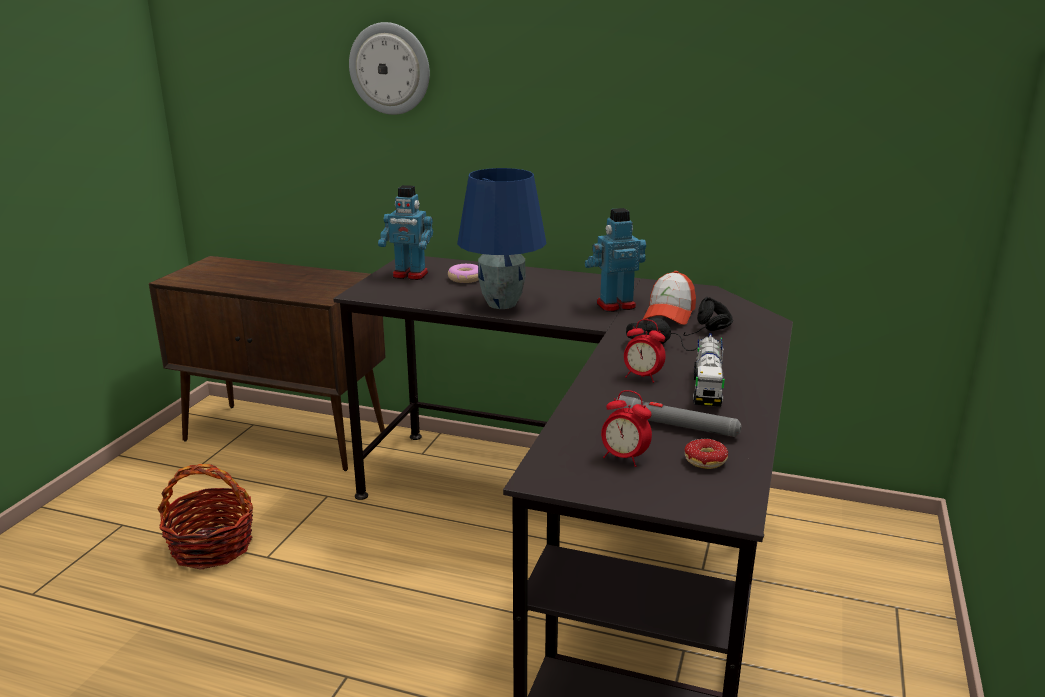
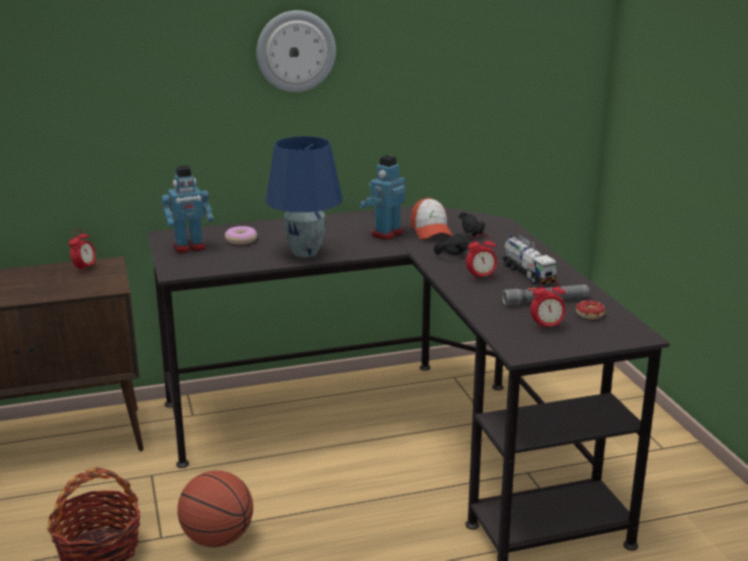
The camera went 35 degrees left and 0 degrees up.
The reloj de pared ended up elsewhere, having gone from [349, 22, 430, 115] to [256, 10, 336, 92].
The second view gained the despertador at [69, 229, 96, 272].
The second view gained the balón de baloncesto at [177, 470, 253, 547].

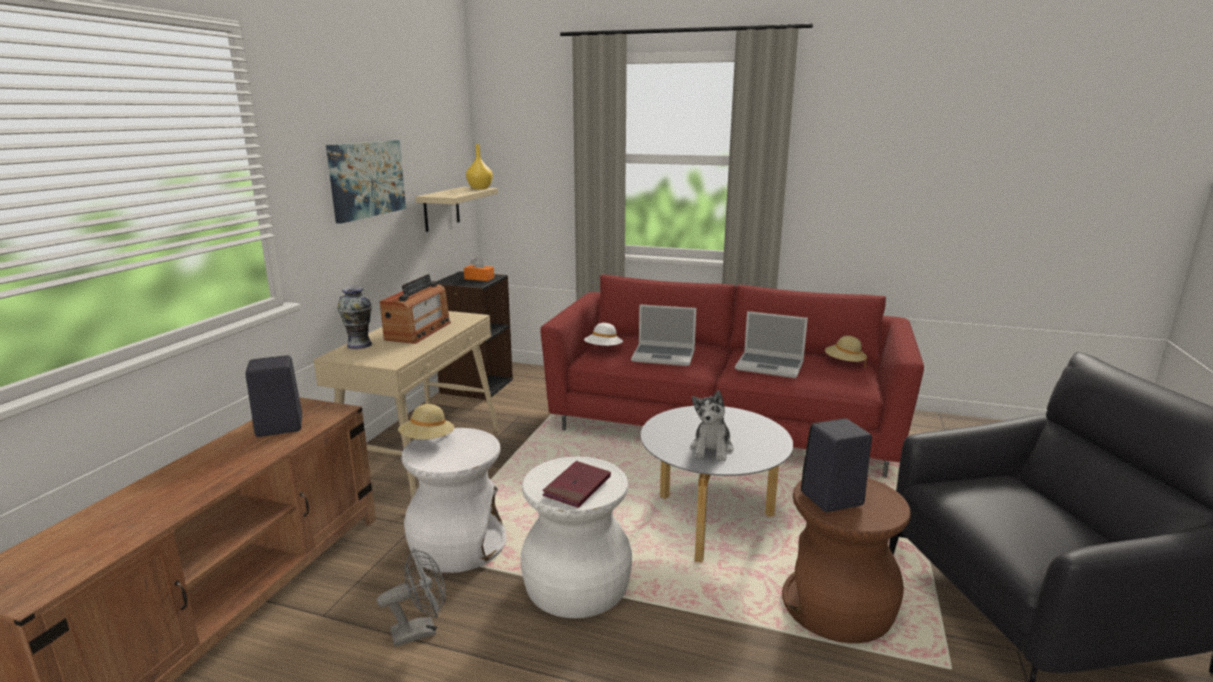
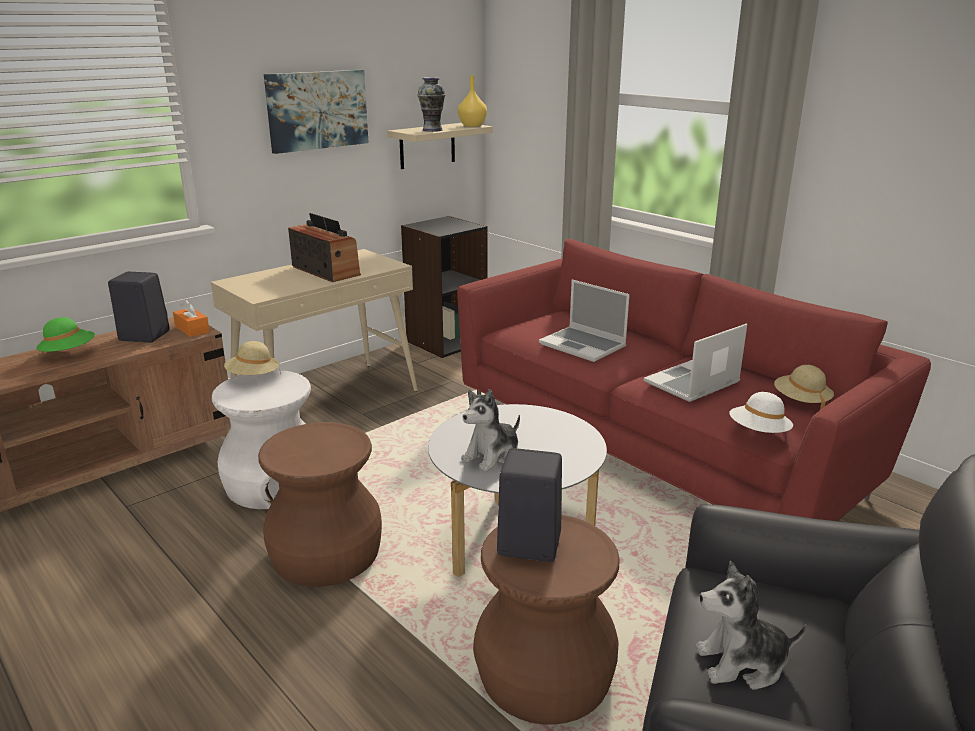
The camera went 30 degrees right and 5 degrees up.
The florero ended up elsewhere, having gone from [337, 287, 372, 349] to [418, 77, 445, 132].
The second view lost the ventilador/gris at [377, 548, 446, 647].
The radio at [380, 274, 451, 344] ended up facing another way, 90 degrees counterclockwise from before.
The caja de pañuelos/naranja ended up elsewhere, having gone from [464, 256, 494, 281] to [173, 299, 210, 337].
What was the taburete/blanco at [521, 457, 632, 618] turned into the taburete/marrón at [258, 422, 382, 587].
The second view lost the libro/rojo at [542, 461, 611, 508].
The sombrero/blanco ended up elsewhere, having gone from [584, 323, 623, 346] to [729, 392, 793, 433].
The portátil at [735, 311, 808, 378] ended up facing another way, 90 degrees clockwise from before.
The second view gained the sombrero/verde at [36, 317, 95, 353].
The second view gained the peluche at [696, 561, 807, 690].

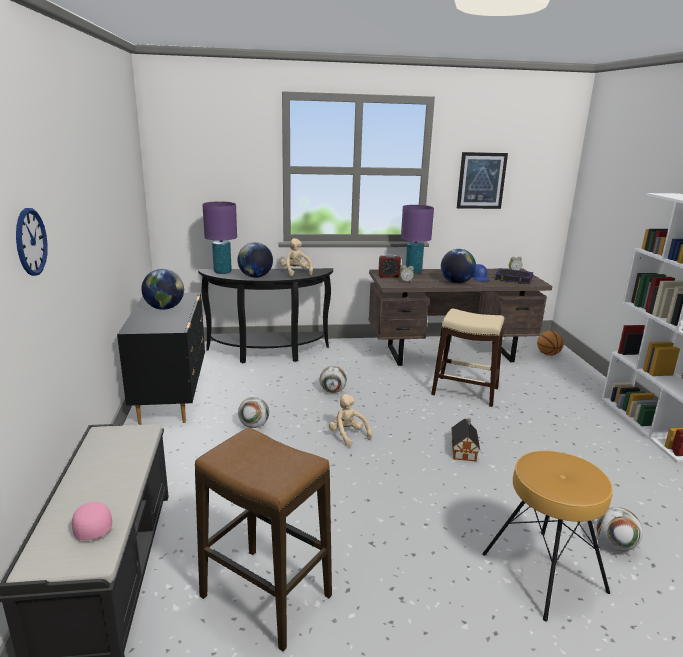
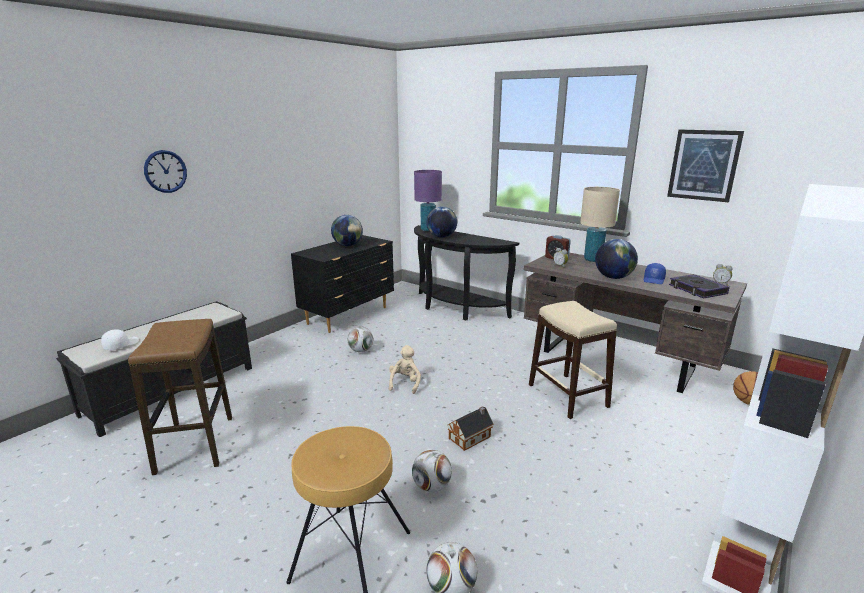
The camera went 45 degrees right and 0 degrees up.
What was the gorra/rosa at [72, 502, 112, 540] turned into the gorra/blanco at [101, 329, 139, 350].
The second view lost the peluche/beis at [280, 238, 313, 276].
The balón de fútbol ended up elsewhere, having gone from [320, 366, 347, 393] to [412, 450, 452, 492].
What was the lámpara de mesa/morado at [401, 205, 434, 274] turned into the lámpara de mesa/beis at [580, 187, 620, 262].

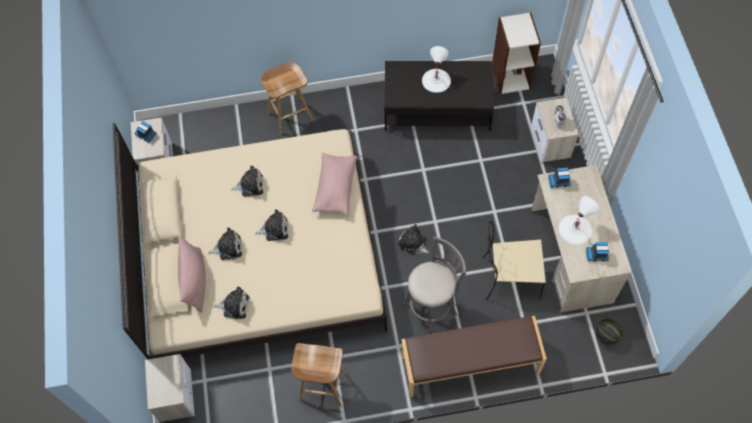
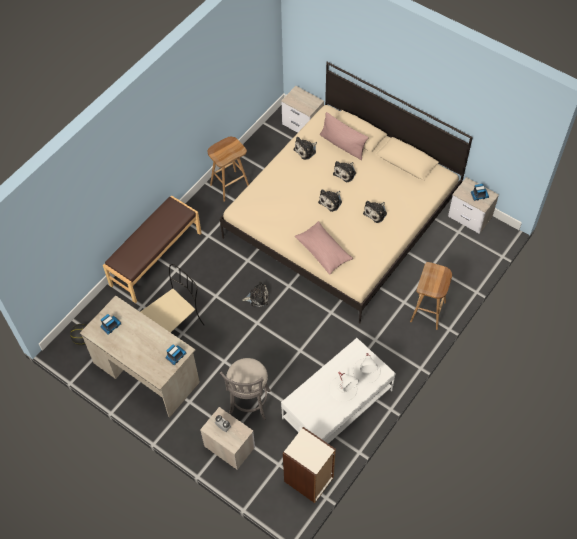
The camera went 135 degrees right and 5 degrees down.
What was the mesa de centro/negro at [384, 61, 494, 131] turned into the mesa de centro/blanco at [281, 338, 396, 444].
The taburete/gris ended up elsewhere, having gone from [403, 237, 466, 334] to [220, 358, 271, 420].
The lámpara de mesa/blanco ended up elsewhere, having gone from [559, 196, 599, 245] to [353, 353, 381, 384].

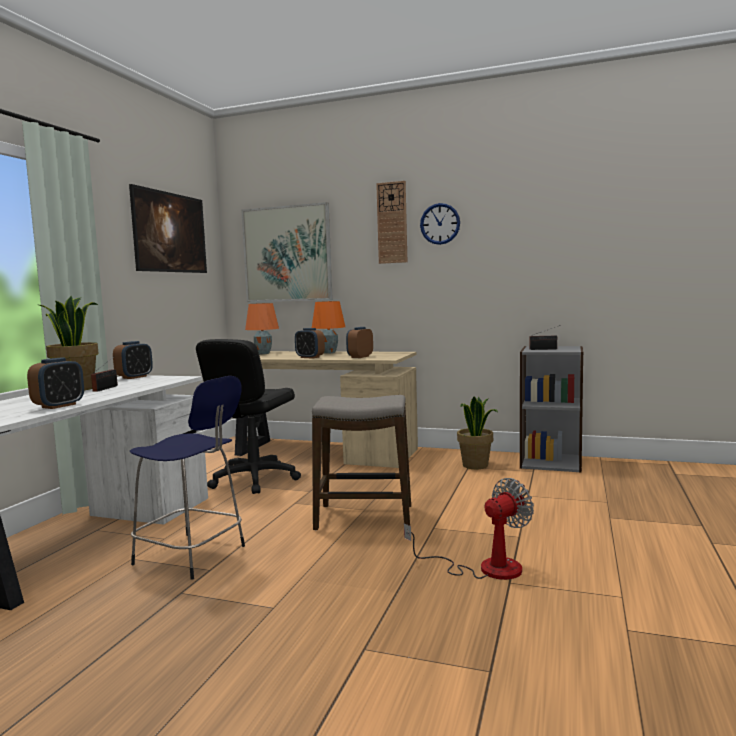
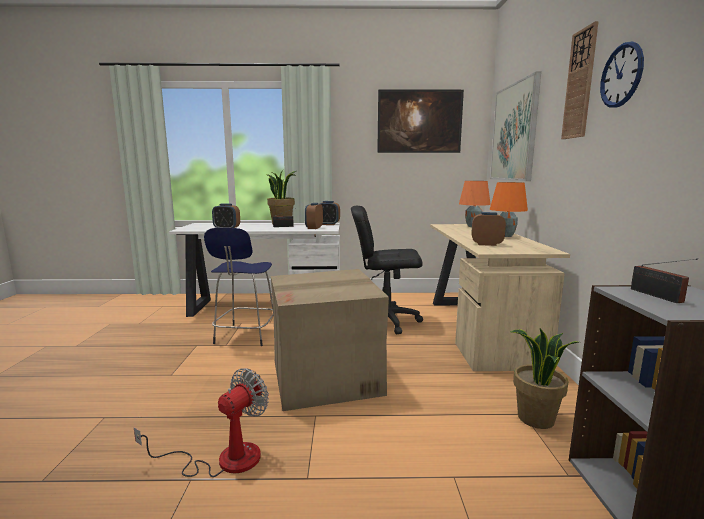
The camera went 70 degrees right and 5 degrees up.
The despertador ended up elsewhere, having gone from [295, 328, 325, 359] to [305, 203, 323, 229].
Where the taburete stood at [312, 395, 411, 531], the caja de cartón came to stand at [271, 269, 389, 411].
The ventilador at [404, 478, 534, 580] ended up facing another way, 90 degrees counterclockwise from before.

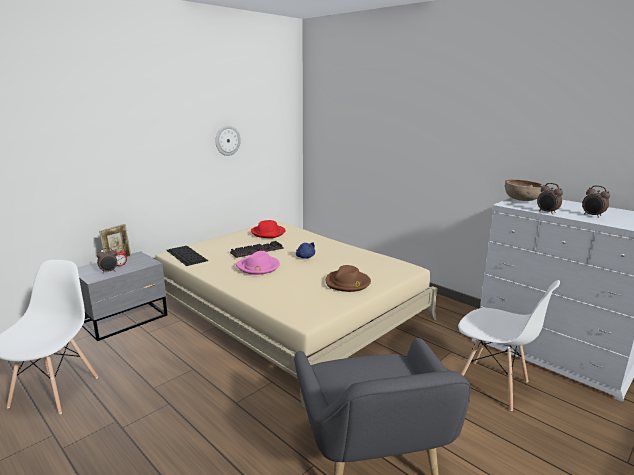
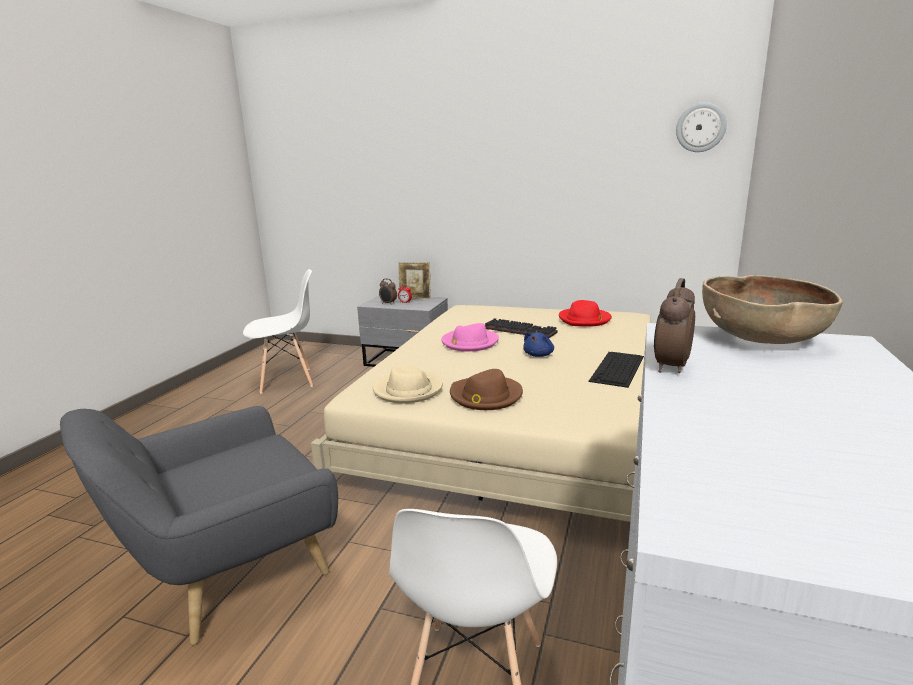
The camera went 65 degrees right and 0 degrees up.
The teclado ended up elsewhere, having gone from [167, 246, 208, 266] to [589, 352, 644, 388].
The reloj de pared ended up elsewhere, having gone from [215, 125, 241, 156] to [676, 102, 727, 152].
The second view lost the despertador at [582, 185, 610, 218].
The second view gained the sombrero/beis at [373, 365, 443, 404].

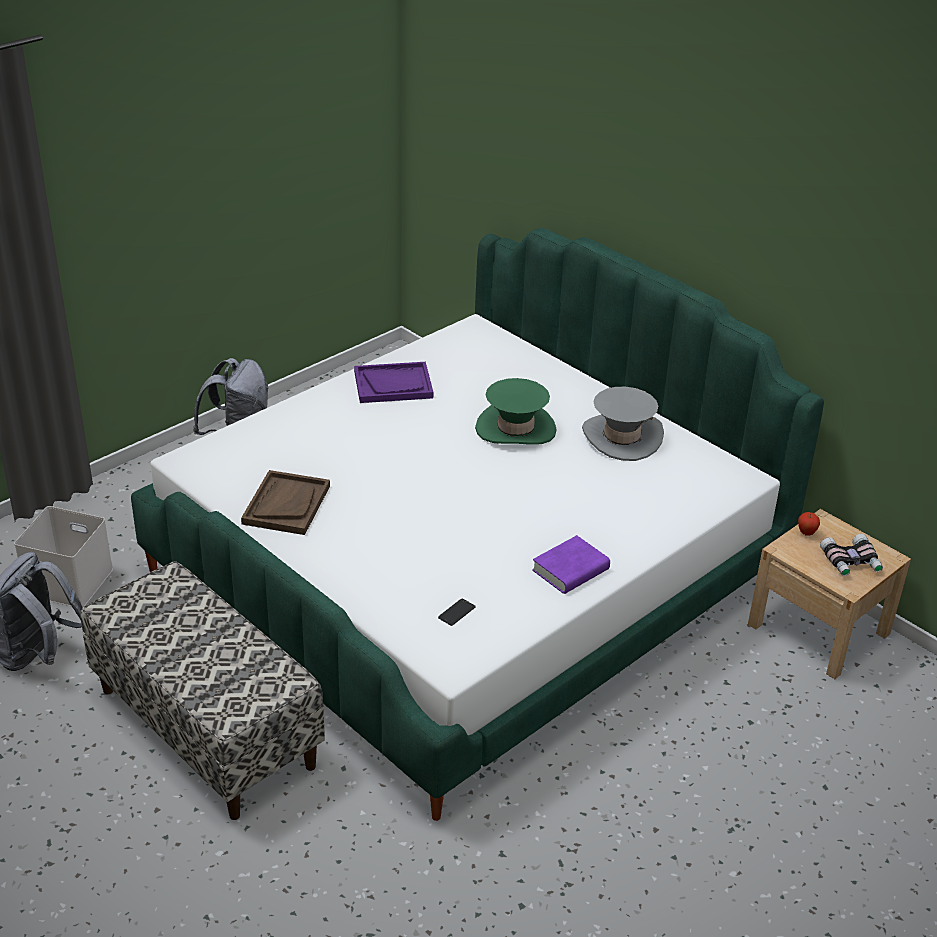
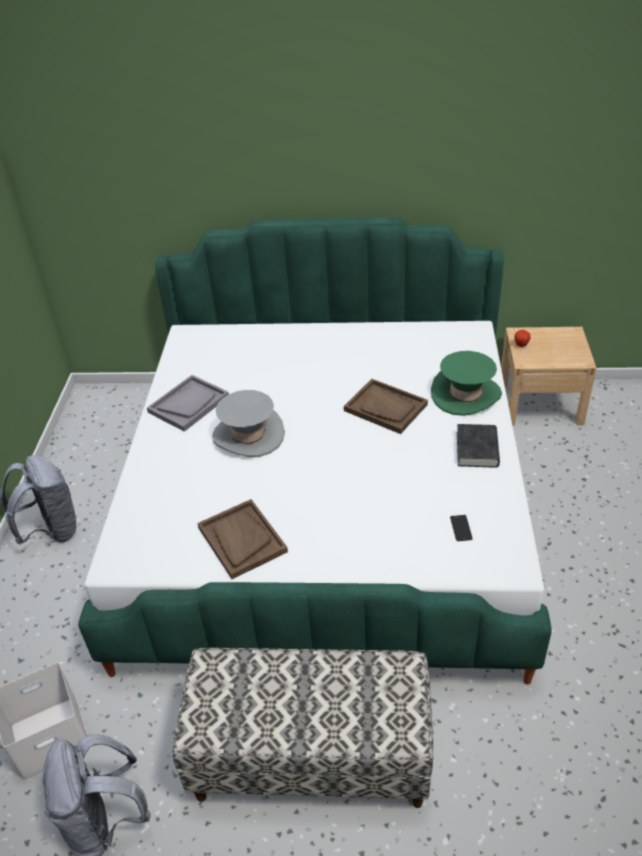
The camera went 40 degrees left and 5 degrees up.
What was the bandeja/morado at [354, 362, 433, 403] turned into the bandeja/gris at [147, 375, 229, 432].
The sombrero/verde ended up elsewhere, having gone from [475, 378, 556, 445] to [431, 351, 502, 416].
What was the libro/morado at [532, 535, 610, 594] turned into the libro/negro at [457, 424, 500, 468].
The sombrero/gris ended up elsewhere, having gone from [582, 387, 664, 461] to [212, 390, 285, 457].
The second view lost the prismáticos at [820, 534, 883, 576].
The second view gained the bandeja/marrón at [344, 379, 428, 434].

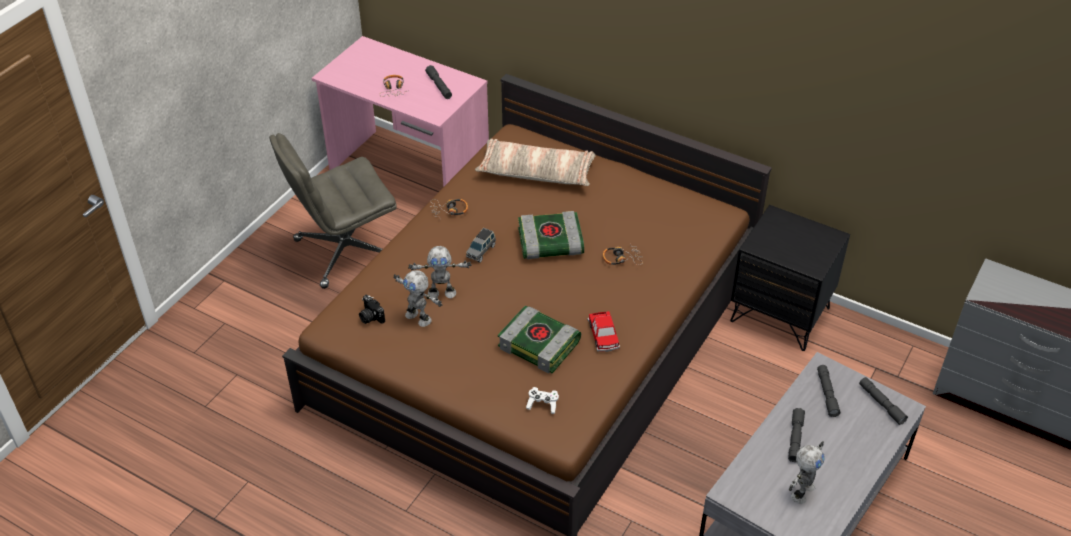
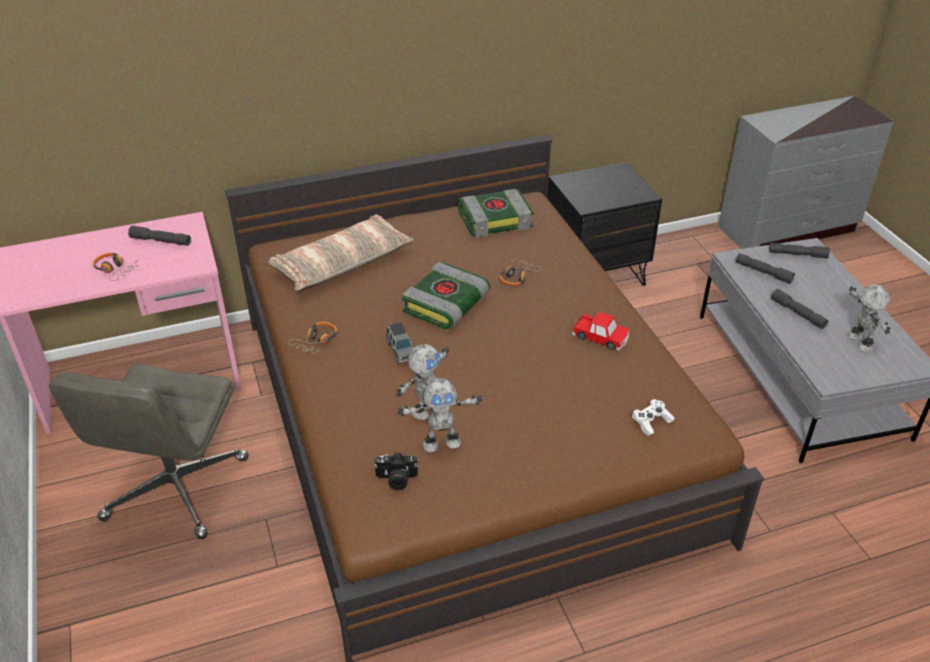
The camera went 50 degrees left and 5 degrees down.
The libro ended up elsewhere, having gone from [498, 306, 581, 374] to [458, 189, 534, 237].

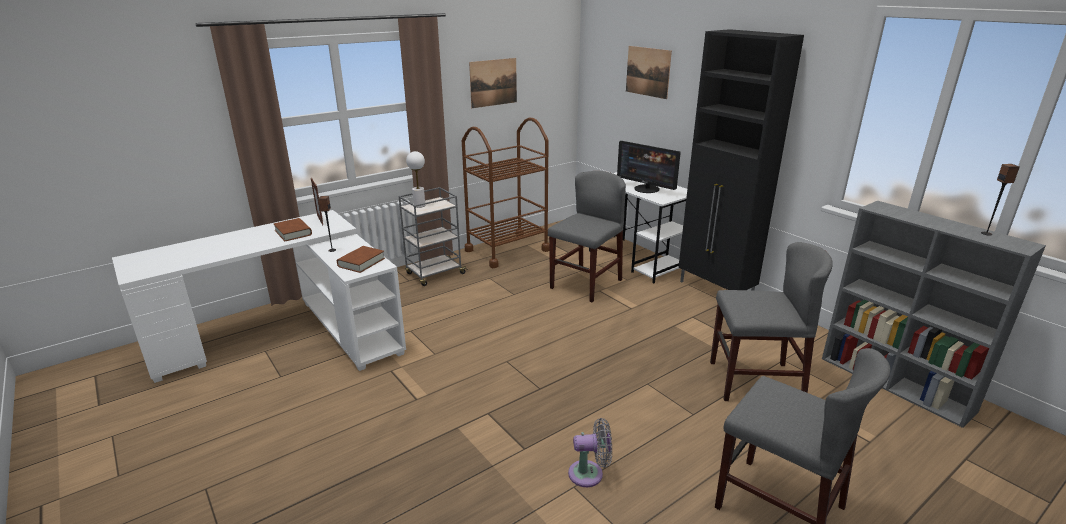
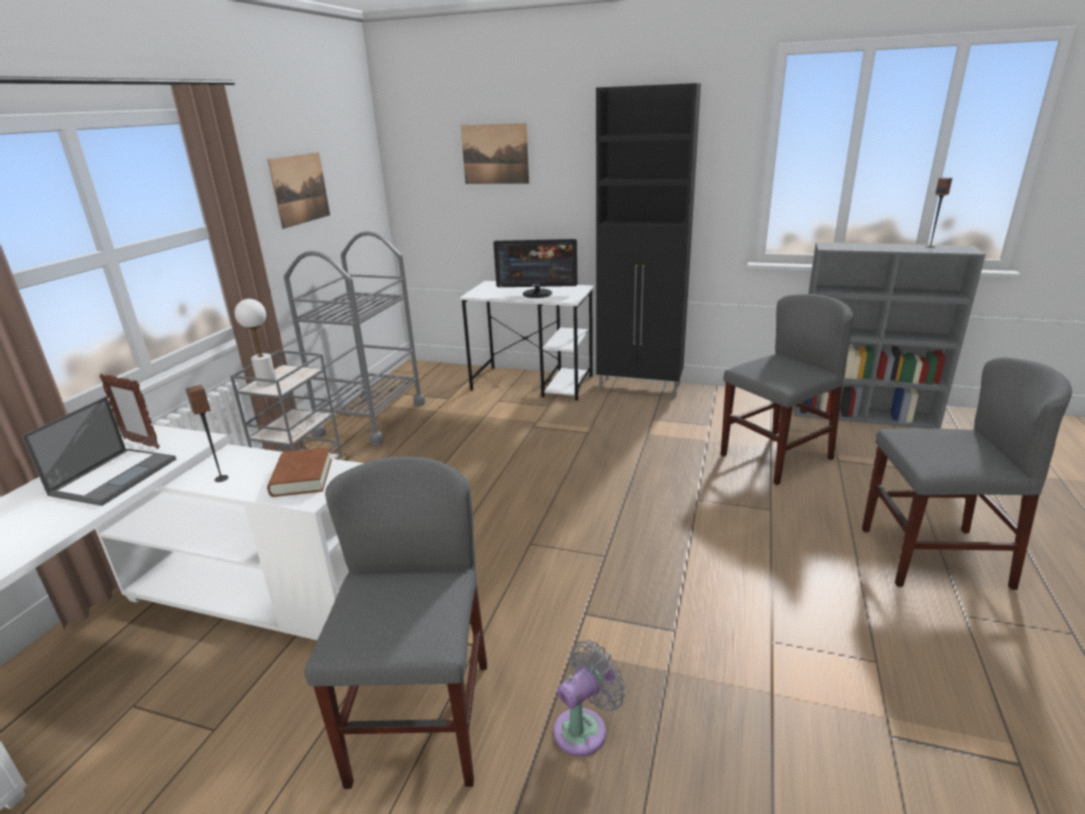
The camera went 35 degrees left and 0 degrees up.
Where the libro/marrón stood at [273, 218, 312, 241], the portátil came to stand at [22, 396, 176, 506].
What was the carrito/marrón at [462, 118, 549, 268] turned into the carrito/gris at [284, 231, 425, 446].
The silla/gris ended up elsewhere, having gone from [548, 171, 626, 302] to [305, 456, 487, 789].
The ventilador/gris ended up elsewhere, having gone from [568, 418, 612, 487] to [554, 640, 626, 756].

